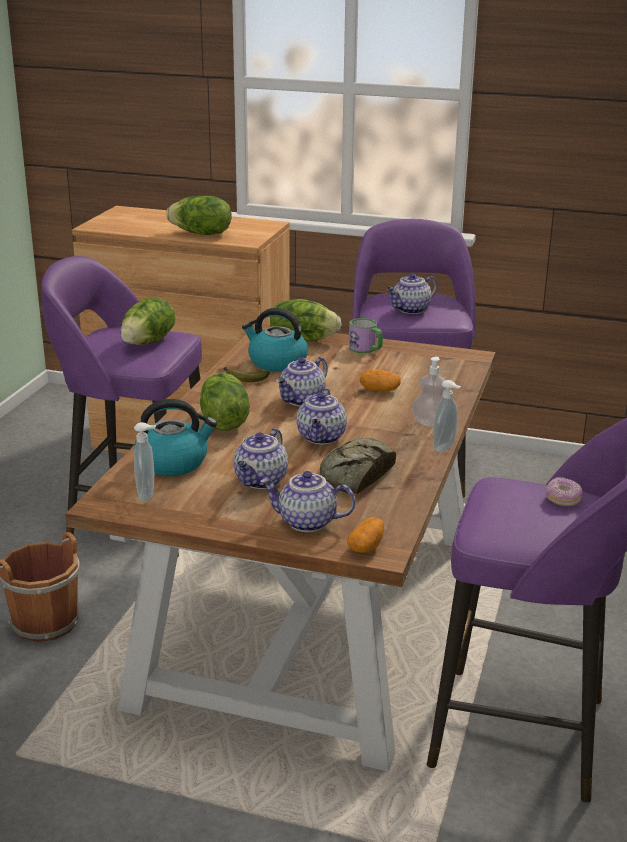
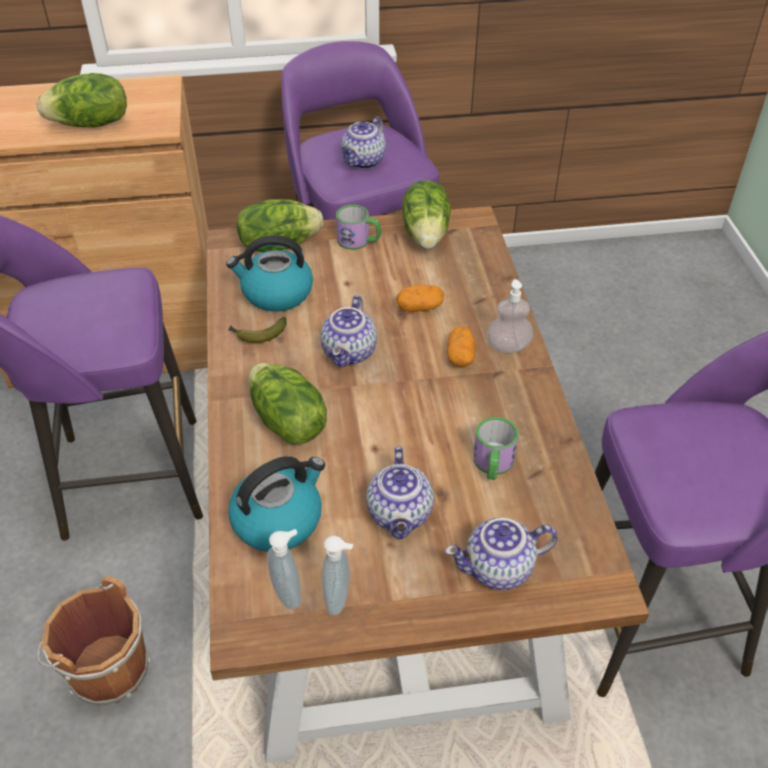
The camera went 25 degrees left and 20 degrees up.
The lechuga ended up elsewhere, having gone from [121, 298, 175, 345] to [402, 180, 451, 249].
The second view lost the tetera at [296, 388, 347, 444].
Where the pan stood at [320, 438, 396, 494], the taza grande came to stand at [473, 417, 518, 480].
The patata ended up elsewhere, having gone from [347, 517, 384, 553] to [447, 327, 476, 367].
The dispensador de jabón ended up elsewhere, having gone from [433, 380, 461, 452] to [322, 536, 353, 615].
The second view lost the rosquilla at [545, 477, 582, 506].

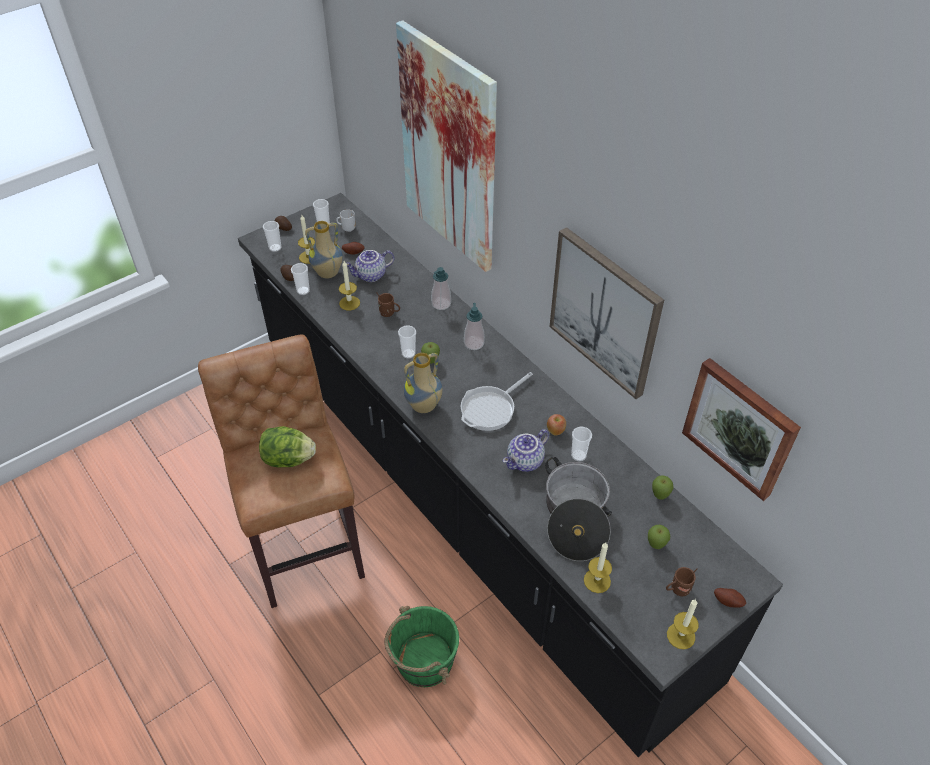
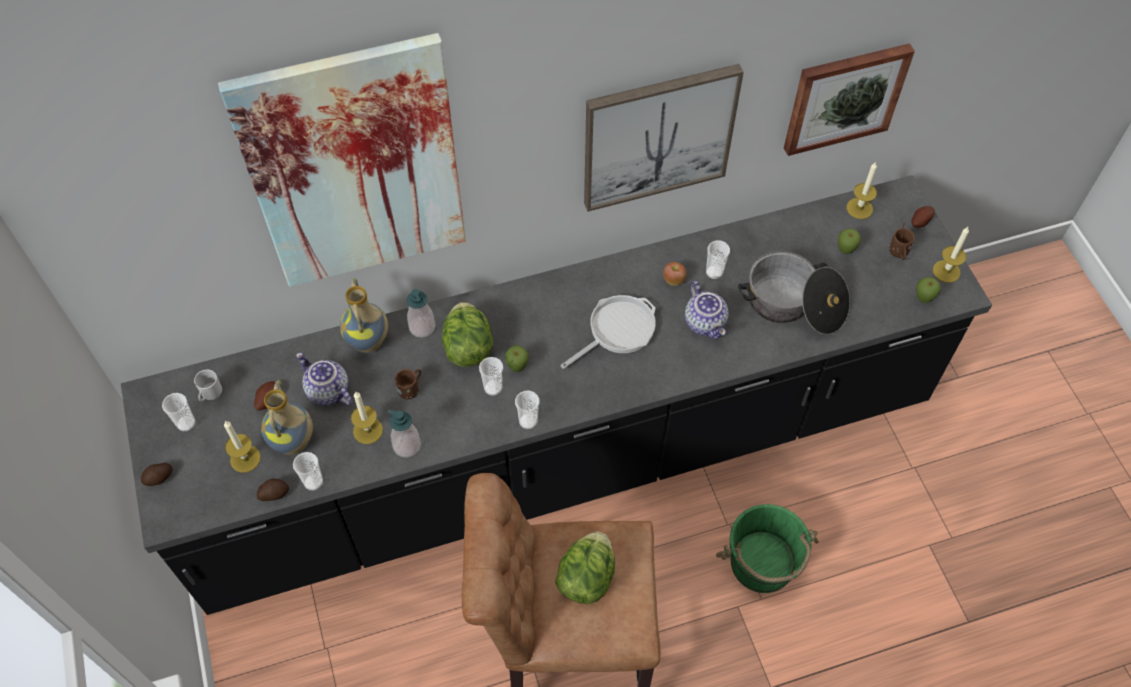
The camera went 70 degrees left and 10 degrees up.
The taza ended up elsewhere, having gone from [263, 221, 281, 252] to [515, 391, 540, 429].
The tetera at [347, 250, 394, 282] ended up facing another way, 135 degrees clockwise from before.
The florero ended up elsewhere, having gone from [404, 353, 442, 413] to [340, 278, 388, 353].
The sartén at [461, 372, 533, 431] ended up facing another way, 105 degrees counterclockwise from before.
The dispensador de jabón ended up elsewhere, having gone from [464, 303, 485, 350] to [388, 410, 421, 458].
The vela ended up elsewhere, having gone from [584, 542, 612, 593] to [846, 162, 877, 219].
The manzana ended up elsewhere, having gone from [652, 476, 674, 500] to [916, 277, 941, 303].
The second view gained the lechuga at [442, 302, 493, 367].

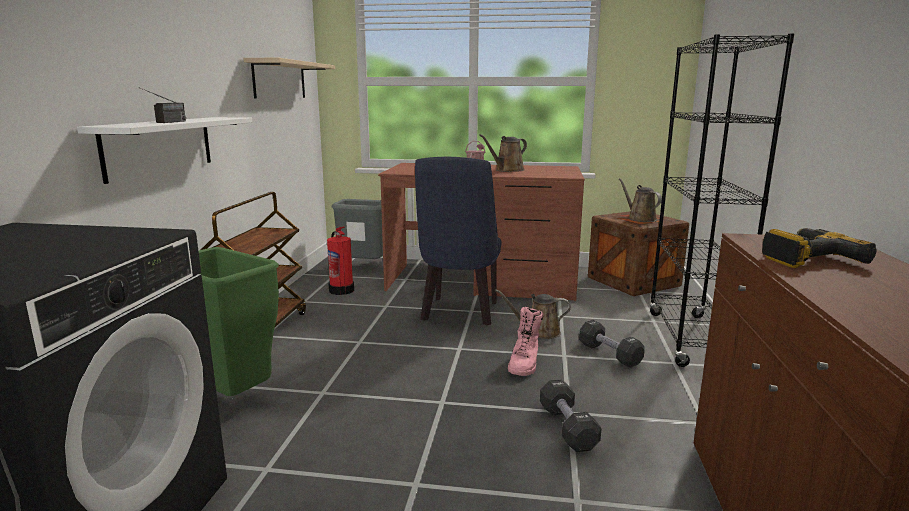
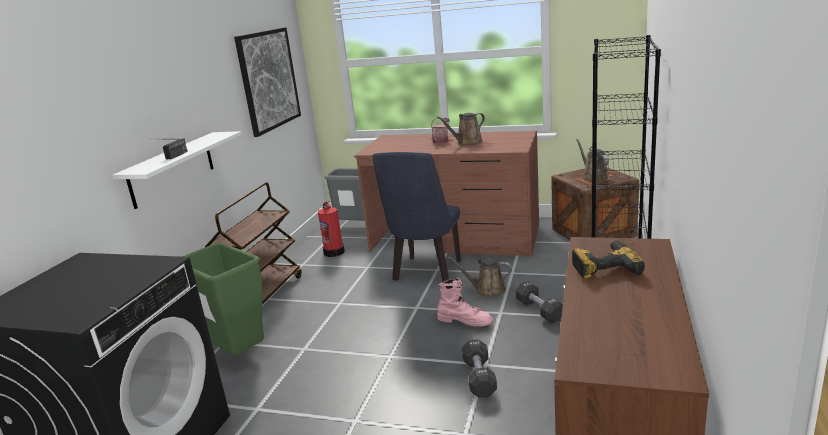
The camera went 10 degrees right and 5 degrees up.
Where the estante/beis hung at [243, 58, 335, 99], the cuadro came to hang at [234, 27, 301, 137].
The bota/rosa at [508, 307, 543, 376] ended up facing another way, 90 degrees counterclockwise from before.

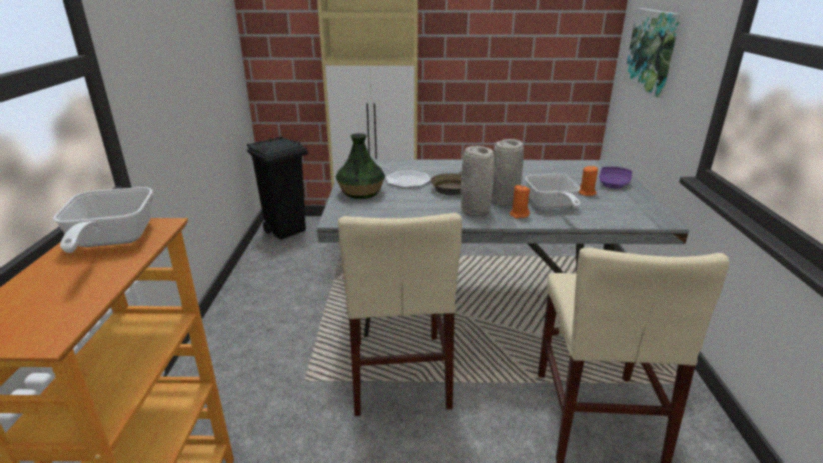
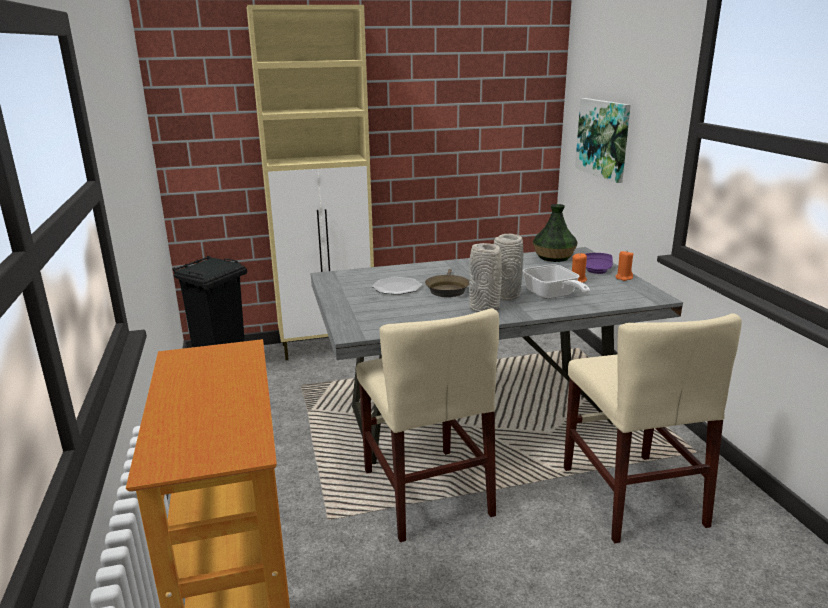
The camera went 15 degrees left and 5 degrees down.
The second view lost the sartén at [53, 187, 153, 253].
The florero ended up elsewhere, having gone from [336, 133, 385, 199] to [533, 204, 578, 262].
The vela/naranja ended up elsewhere, having gone from [510, 185, 530, 219] to [616, 251, 633, 281].

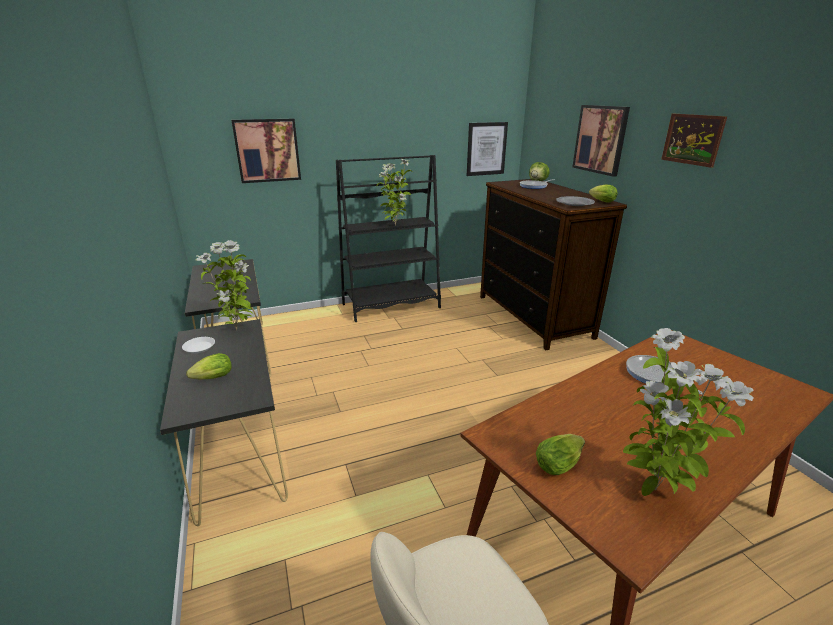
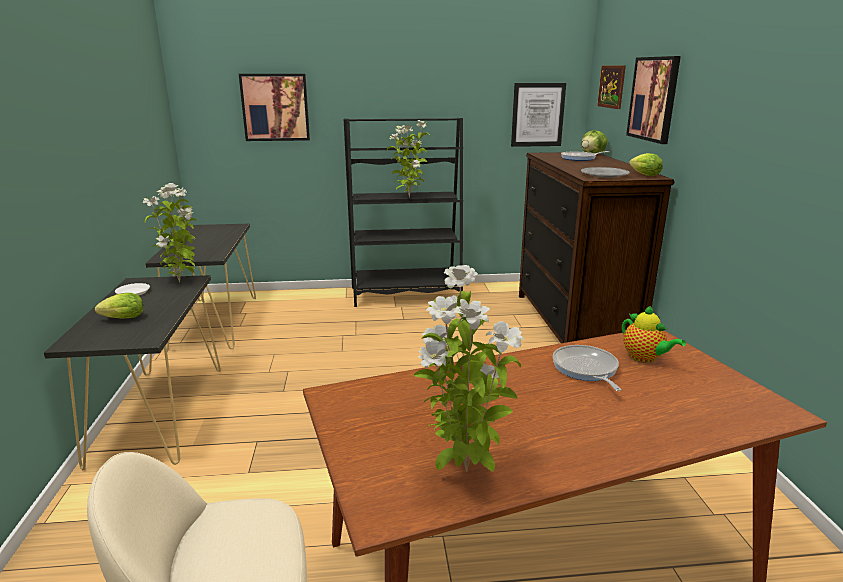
The camera went 15 degrees right and 5 degrees down.
The second view lost the lechuga at [536, 434, 585, 475].
The cuadro ended up elsewhere, having gone from [661, 114, 727, 168] to [597, 65, 626, 109].
The second view gained the tetera at [622, 306, 686, 363].

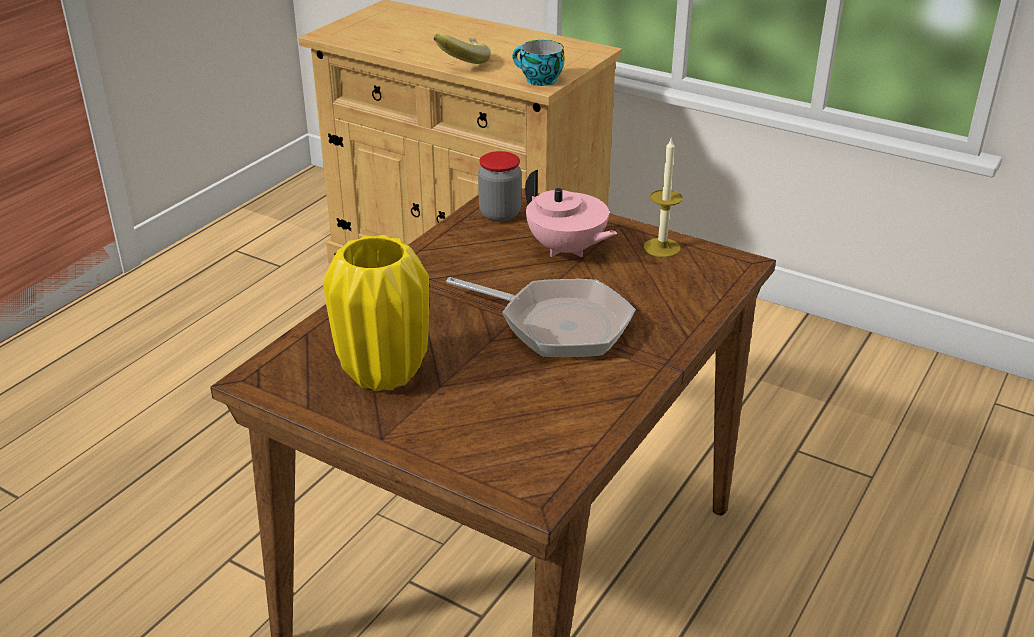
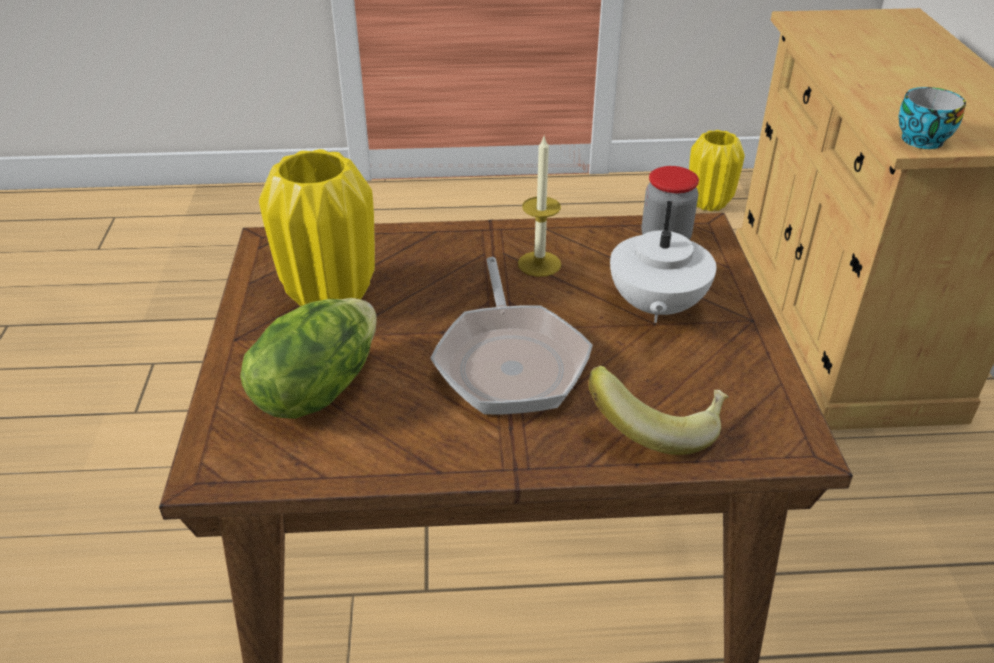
The camera went 55 degrees right and 5 degrees up.
The plátano ended up elsewhere, having gone from [433, 34, 491, 64] to [589, 366, 729, 455].
What was the tetera/rosa at [525, 170, 617, 257] turned into the tetera/blanco at [610, 201, 716, 323].
The vela ended up elsewhere, having gone from [644, 137, 682, 257] to [518, 137, 561, 277].
The second view gained the lechuga at [240, 298, 377, 419].
The second view gained the florero/amarillo at [689, 130, 745, 211].

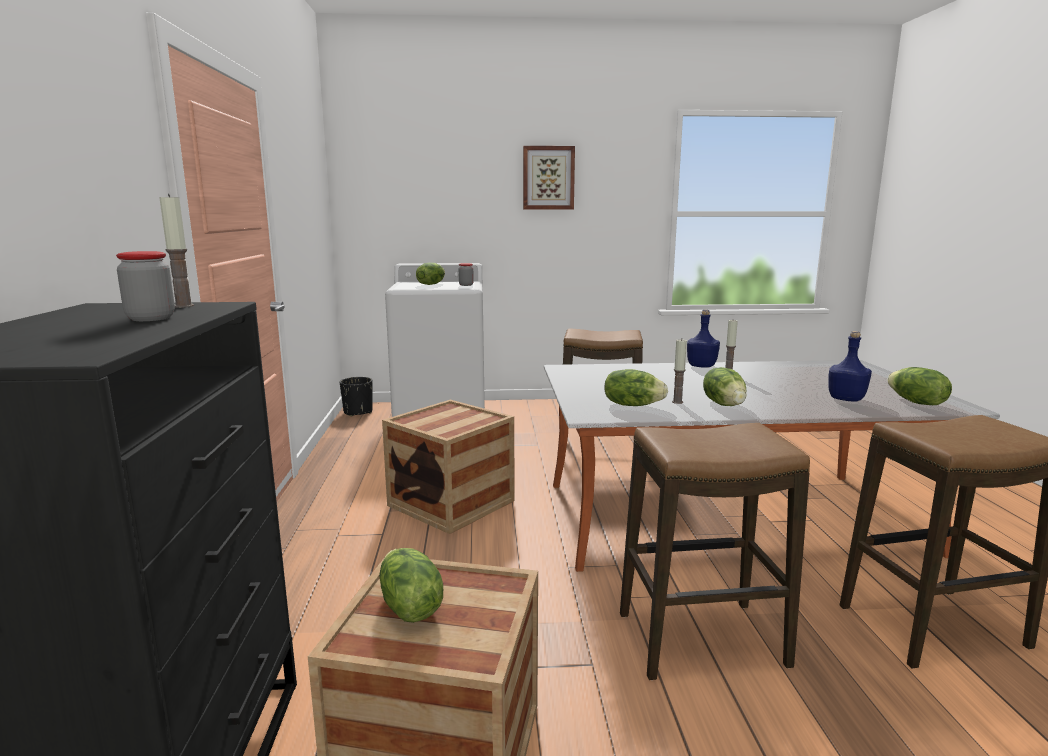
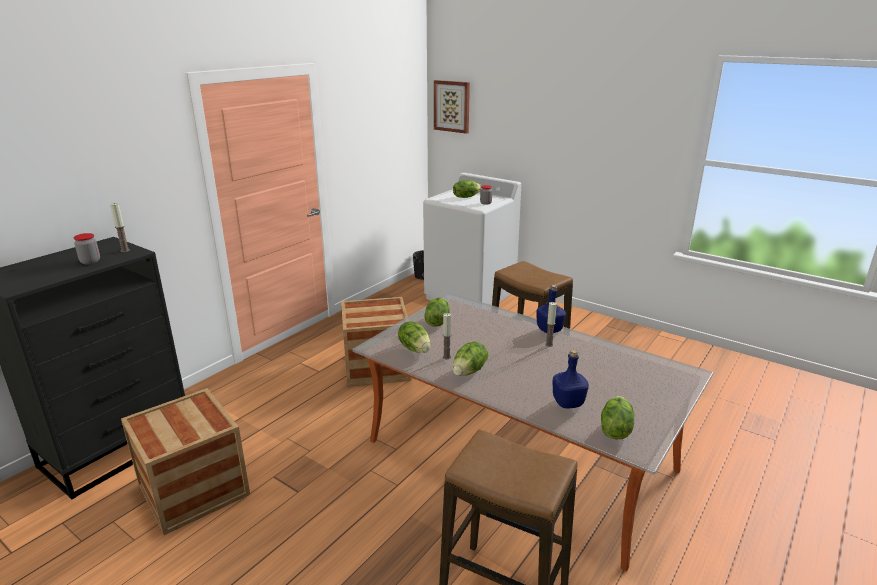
The camera went 40 degrees right and 10 degrees up.
The lechuga ended up elsewhere, having gone from [379, 548, 443, 623] to [424, 298, 450, 327].
The cuadro ended up elsewhere, having gone from [523, 146, 575, 209] to [434, 80, 470, 134].
The second view lost the taburete at [620, 423, 810, 680].

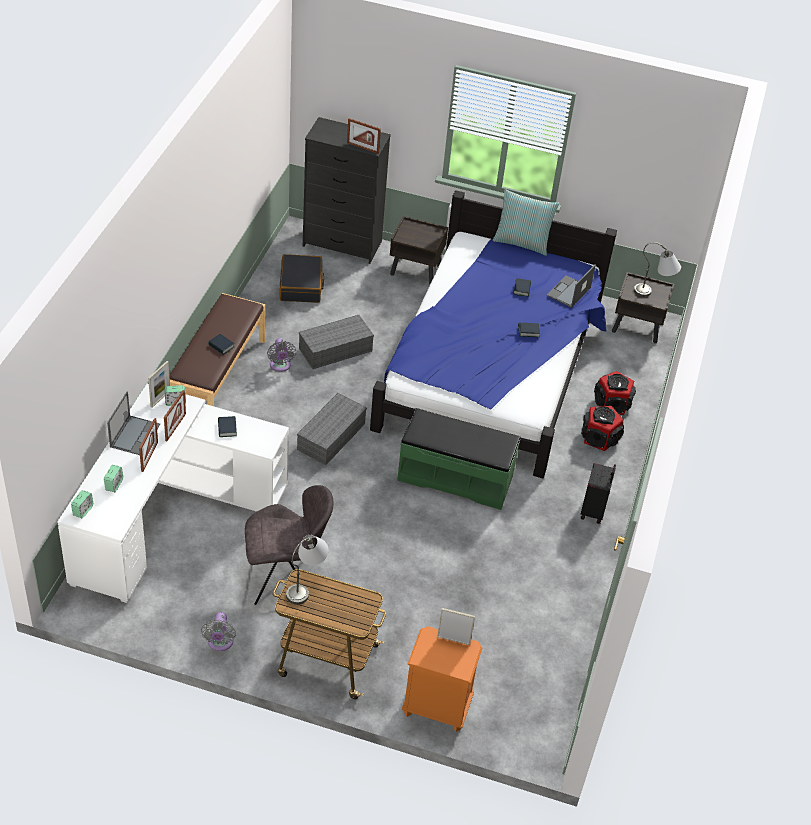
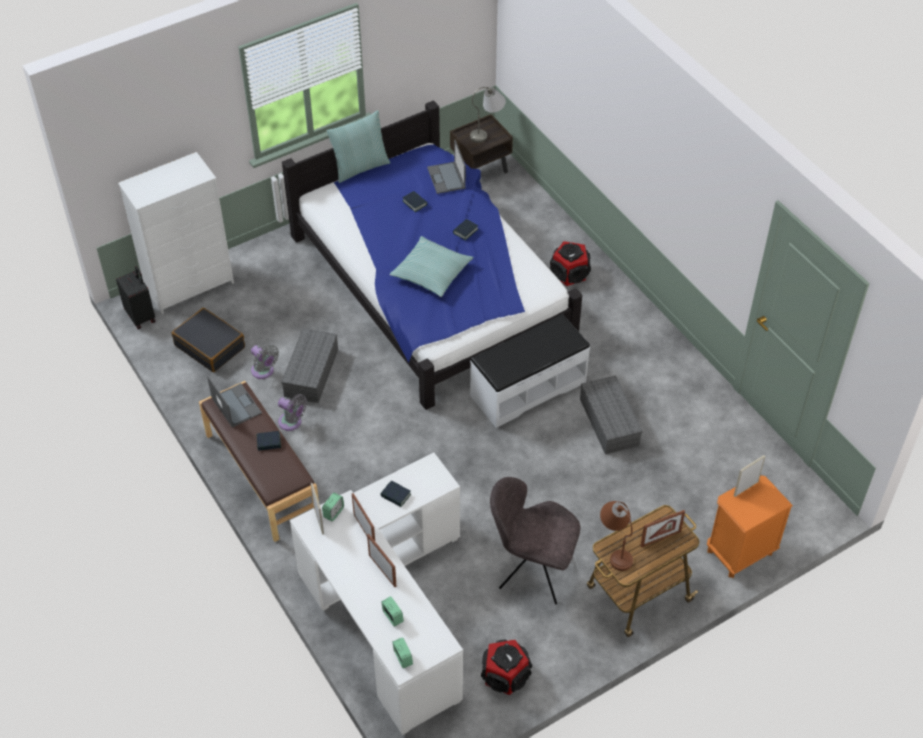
The camera went 45 degrees left and 5 degrees up.
The portátil ended up elsewhere, having gone from [107, 392, 160, 455] to [207, 376, 262, 428].
The ventilador/gris ended up elsewhere, having gone from [201, 612, 236, 651] to [251, 345, 279, 379].
The silla/gris at [245, 485, 334, 605] ended up facing another way, 105 degrees counterclockwise from before.
What was the lámpara de mesa/gris at [286, 535, 328, 605] turned into the lámpara de mesa/marrón at [600, 501, 633, 571].
The caja de almacenaje/gris ended up elsewhere, having gone from [297, 393, 367, 465] to [580, 375, 643, 454].
What was the cómoda/negro at [303, 117, 391, 264] turned into the cómoda/blanco at [118, 152, 234, 314].
The portarretratos ended up elsewhere, having gone from [347, 118, 381, 154] to [640, 510, 685, 547].
The second view lost the mesita de noche/marrón at [390, 216, 448, 284].
What was the banco/verde at [397, 408, 520, 510] turned into the banco/blanco at [470, 314, 590, 428].
The maleta/negro ended up elsewhere, having gone from [581, 463, 616, 524] to [116, 266, 155, 329].
The altavoz ended up elsewhere, having gone from [594, 371, 636, 415] to [481, 640, 532, 695].
The second view gained the cojín at [390, 236, 474, 297].

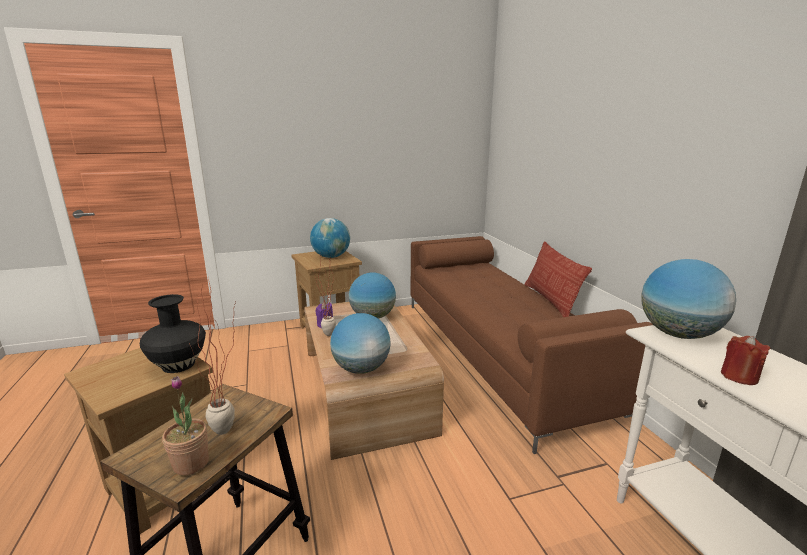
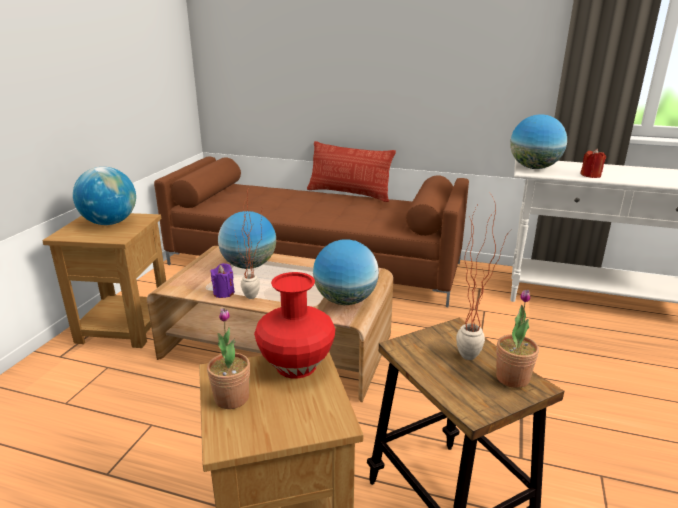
The camera went 55 degrees left and 5 degrees up.
What was the florero/negro at [140, 294, 206, 373] turned into the florero/rojo at [254, 272, 335, 379].
The second view gained the planta en maceta at [207, 308, 250, 409].

